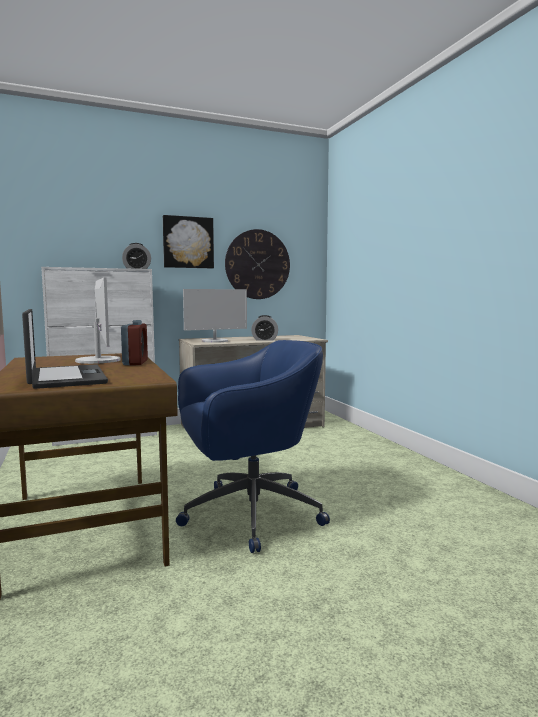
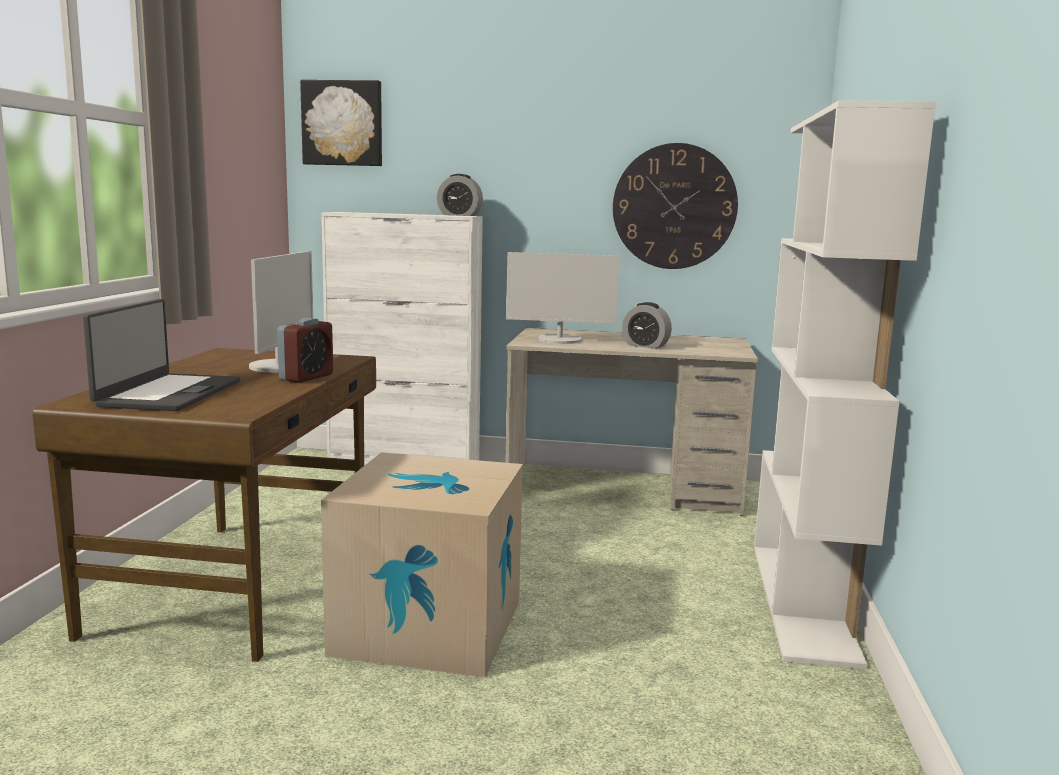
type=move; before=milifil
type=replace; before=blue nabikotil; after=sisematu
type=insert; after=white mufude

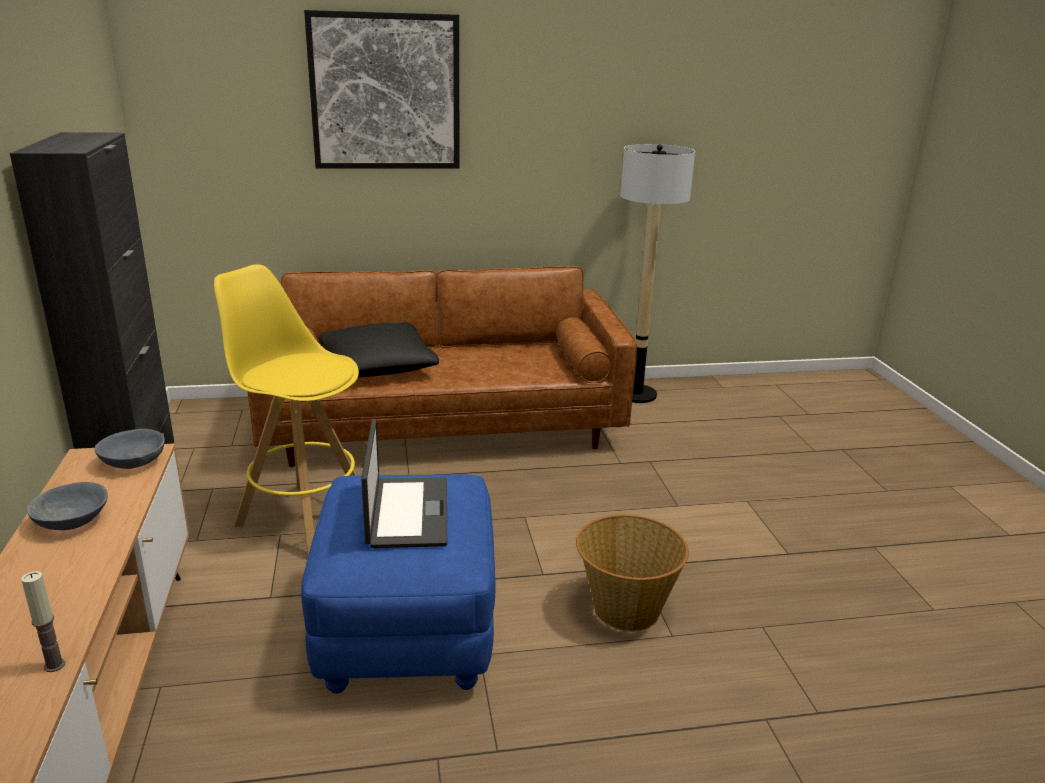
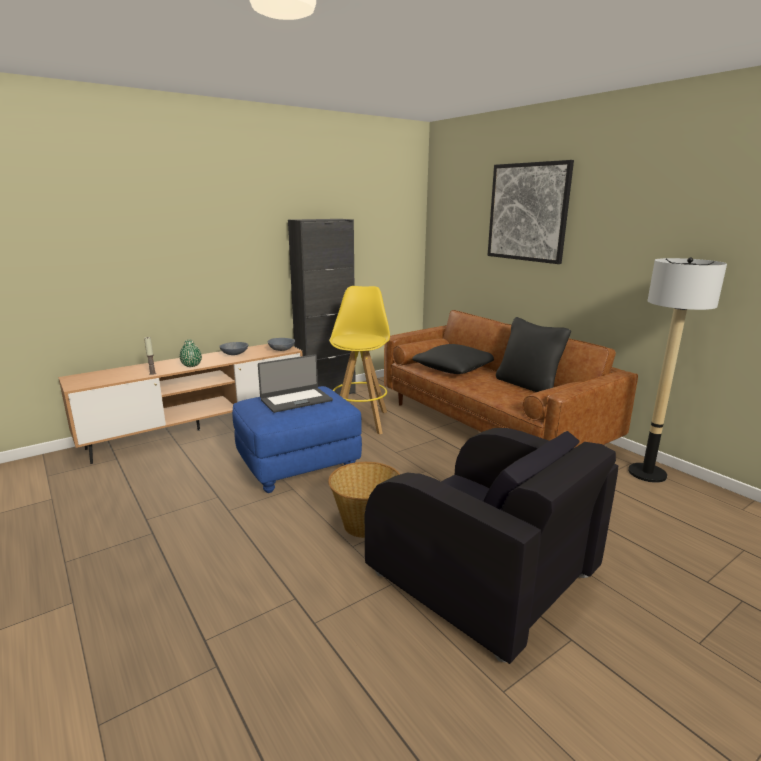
type=insert; after=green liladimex
type=insert; after=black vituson
type=insert; after=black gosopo (2nd from left)

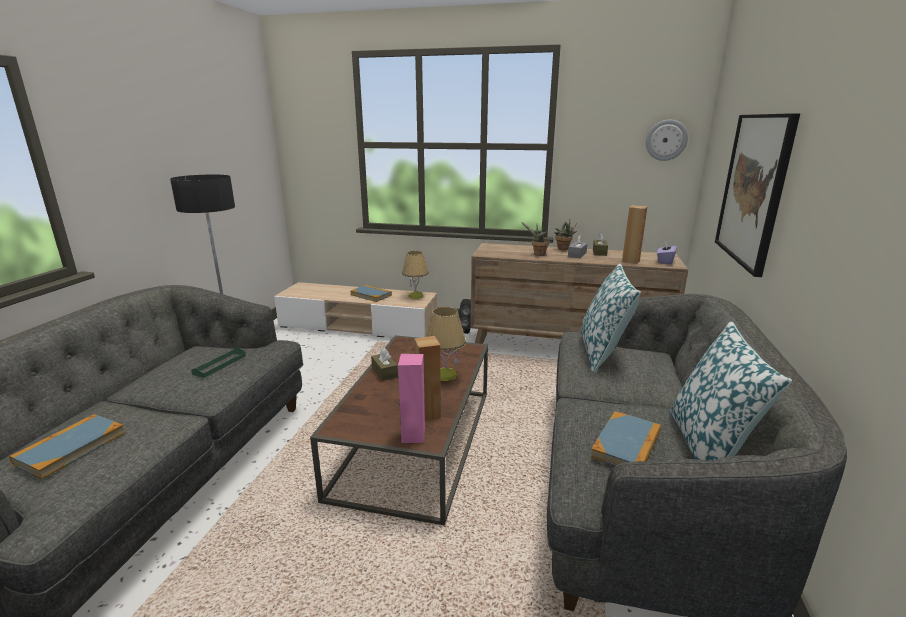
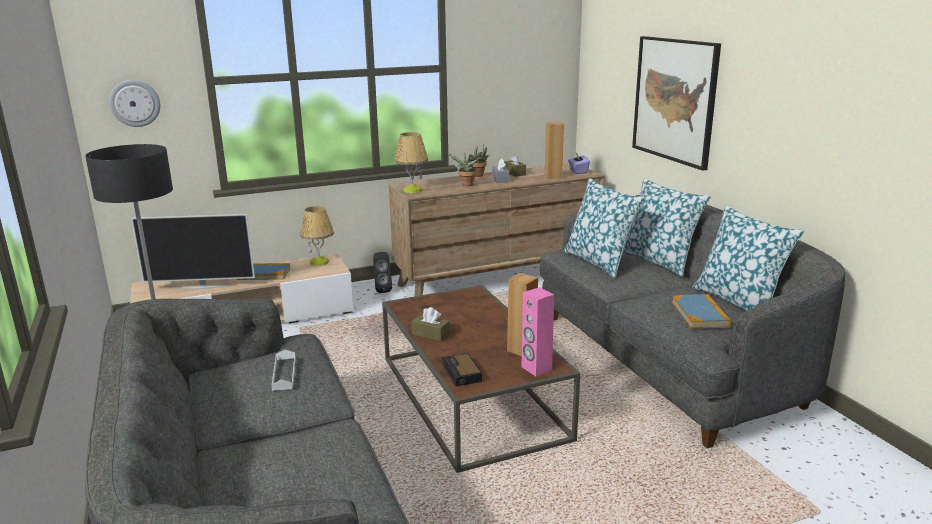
type=delete; before=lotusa (1st from left)
type=recolor; before=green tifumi; after=white tifumi
type=move; before=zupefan (2nd from left)
type=move; before=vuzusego
type=insert; after=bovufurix
type=insert; after=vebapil
type=insert; after=gosopo (2nd from left)

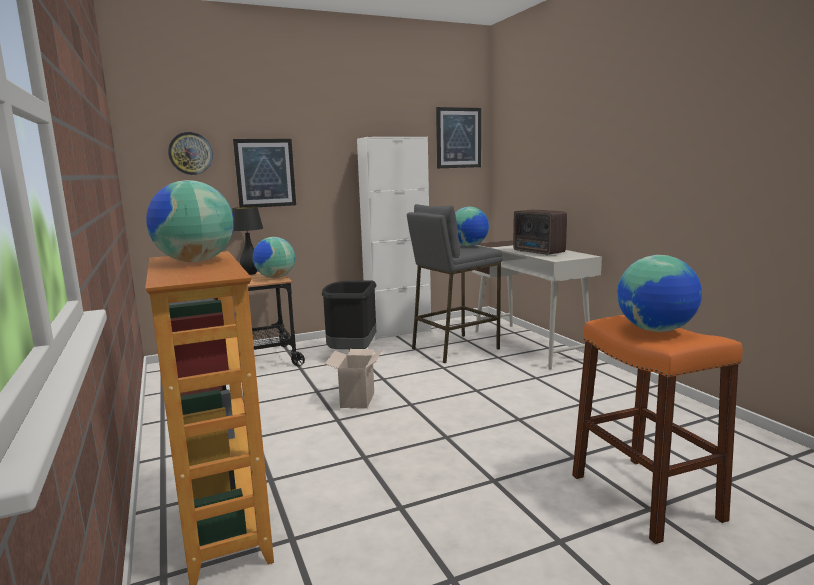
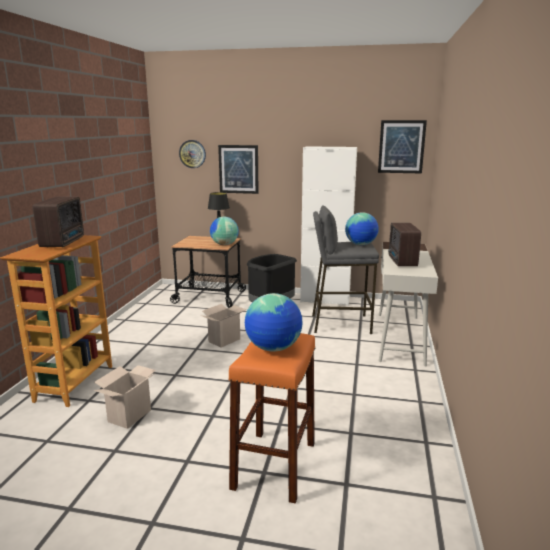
type=replace; before=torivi (1st from left); after=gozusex (1st from left)
type=insert; after=sisematu (1st from left)

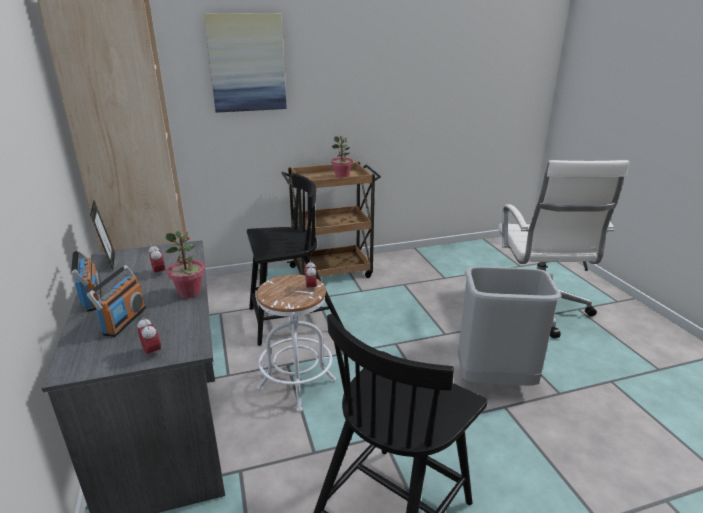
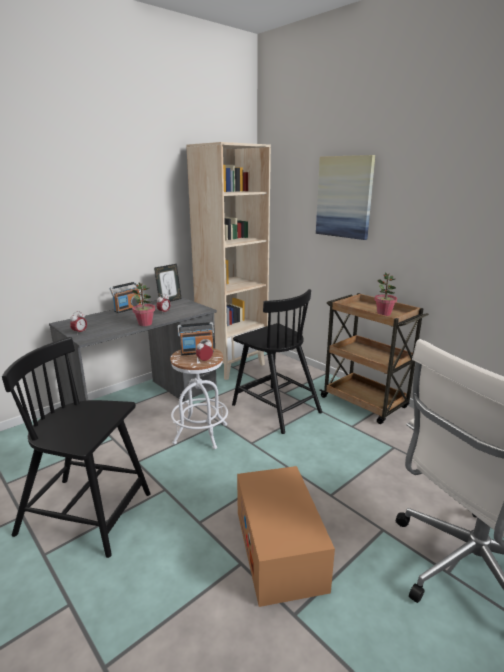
type=move; before=gozusex (2nd from left)
type=replace; before=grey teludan; after=sisematu

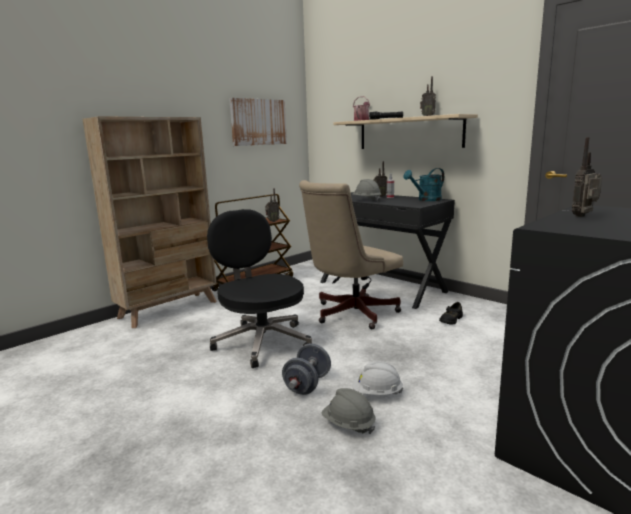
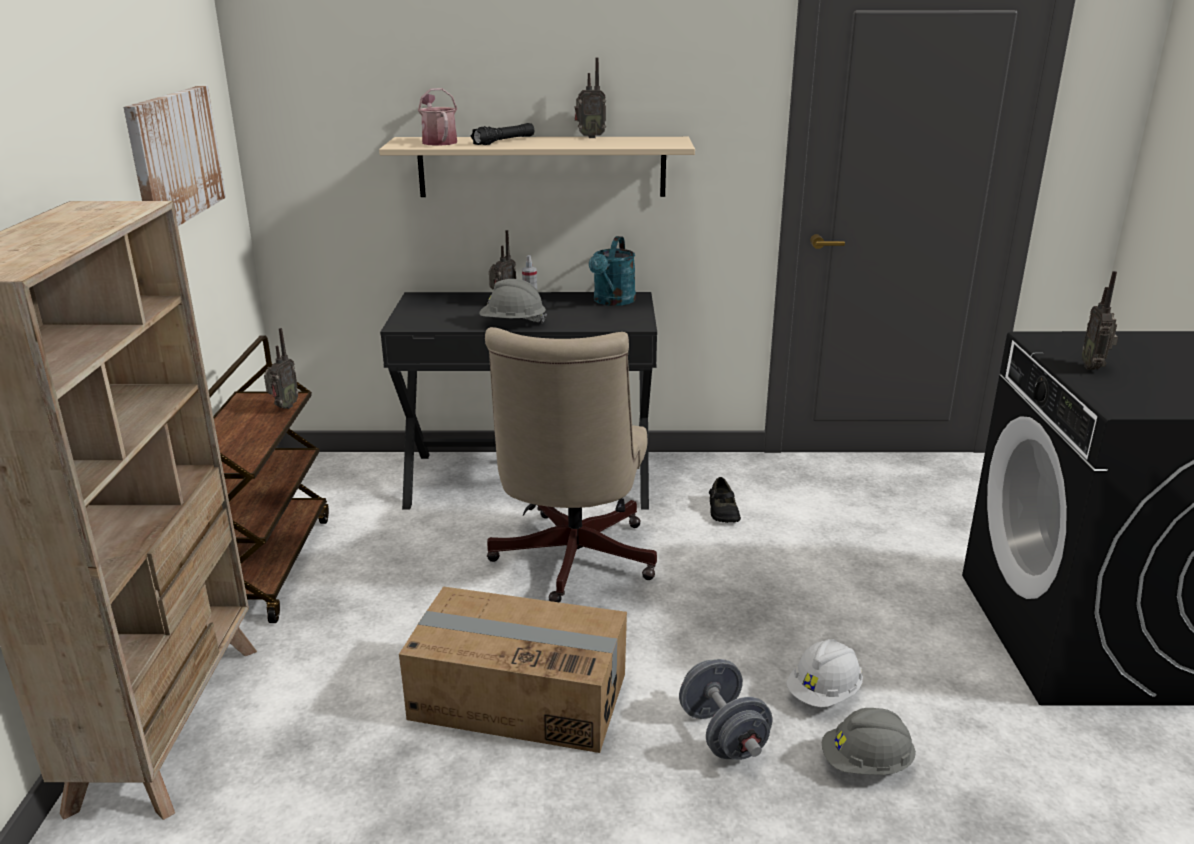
type=replace; before=black nabikotil; after=sisematu

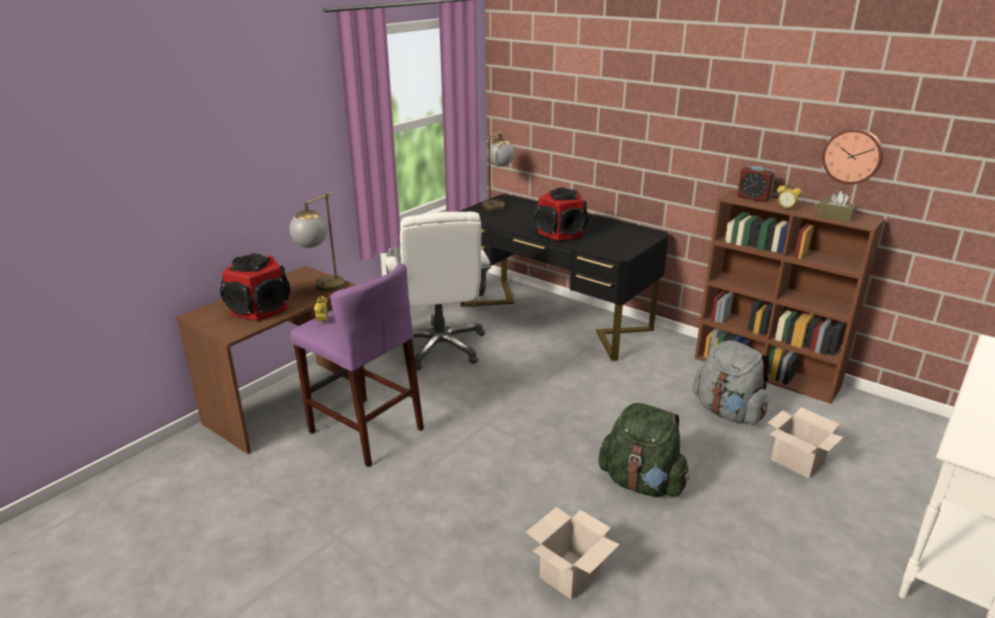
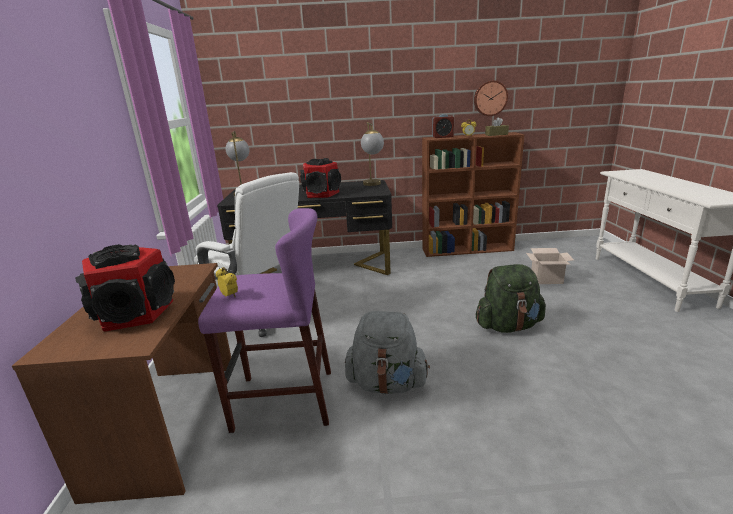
type=move; before=zupefan (1st from left in the first image); after=zupefan (2nd from left)
type=delete; before=sisematu (1st from left)
type=move; before=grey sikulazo

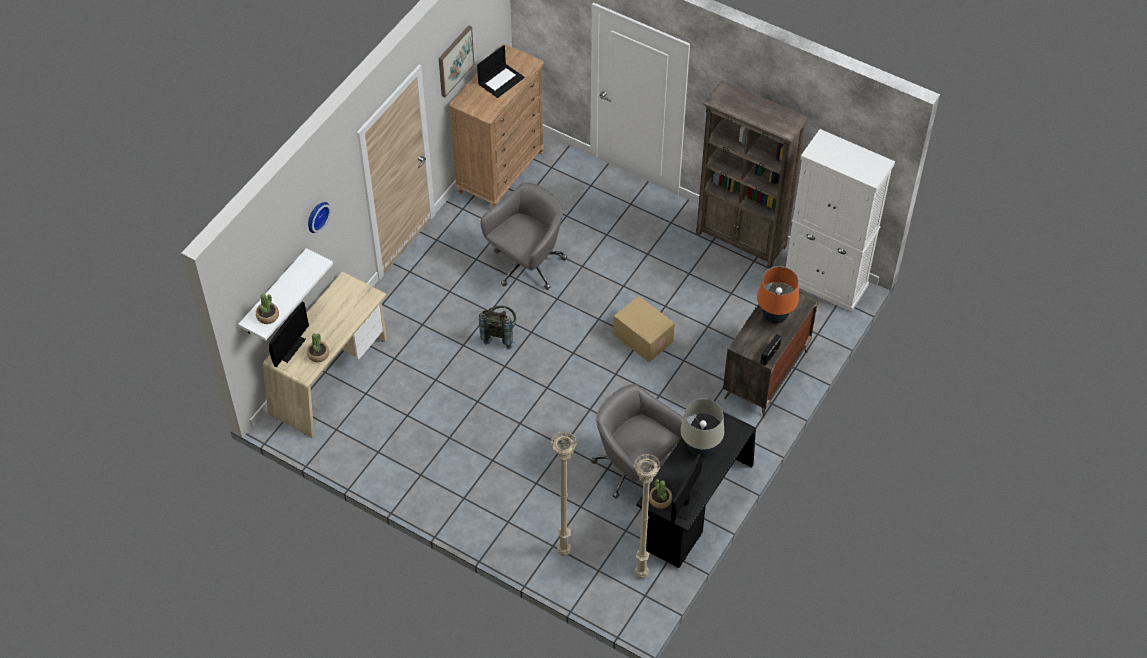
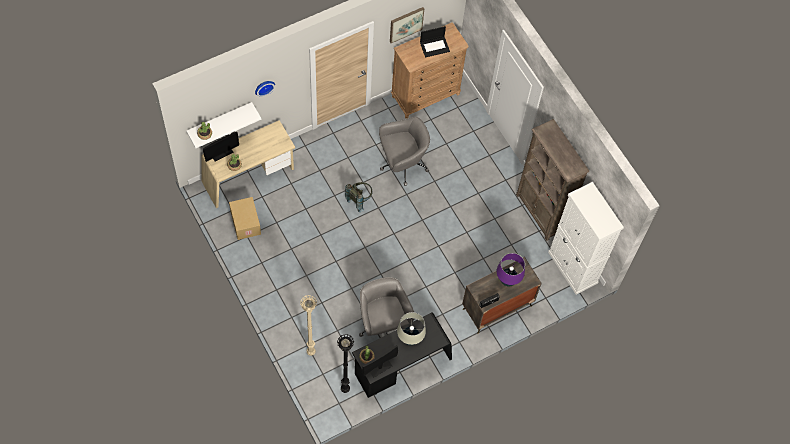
type=move; before=sisematu
type=recolor; before=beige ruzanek (2nd from left); after=black ruzanek
type=recolor; before=orange zupefan; after=purple zupefan

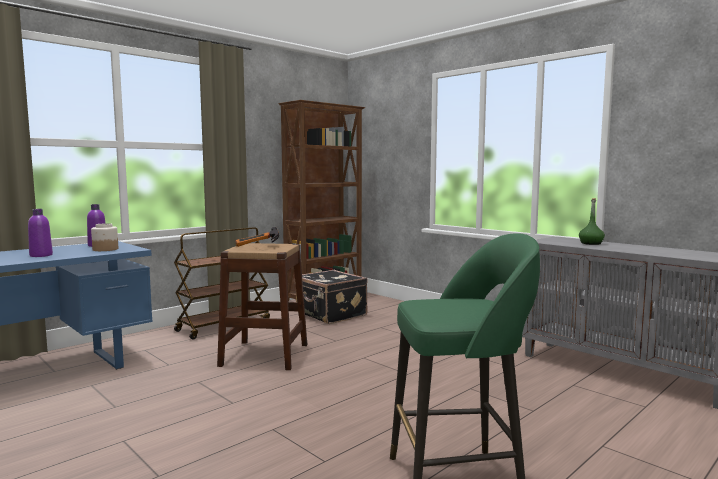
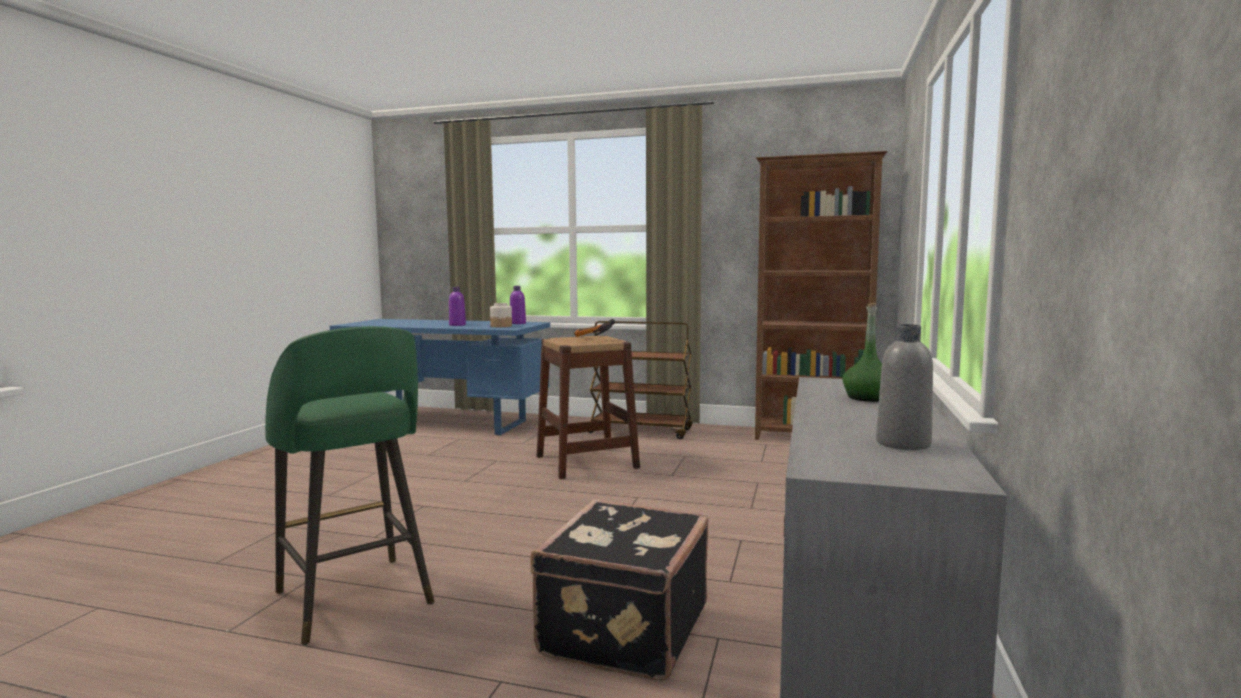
type=move; before=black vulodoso
type=insert; after=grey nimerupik

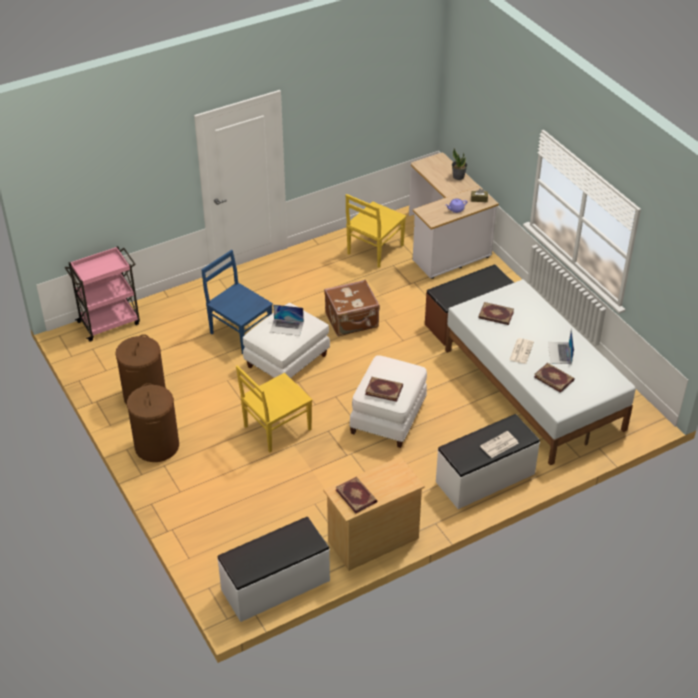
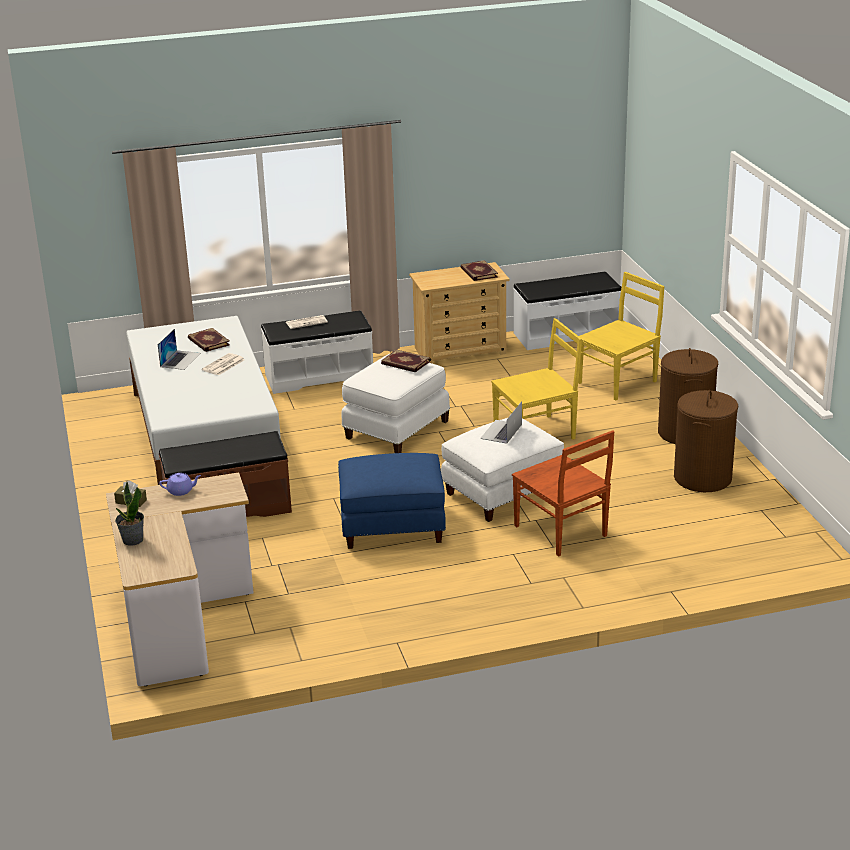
type=delete; before=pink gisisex
type=recolor; before=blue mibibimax; after=brown mibibimax
type=rotate; before=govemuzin (1st from left in the first image); turn=-90
type=replace; before=brown vulodoso; after=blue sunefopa
type=move; before=yellow mibibimax (2nd from left)
type=delete; before=lotusa (3rd from left)

